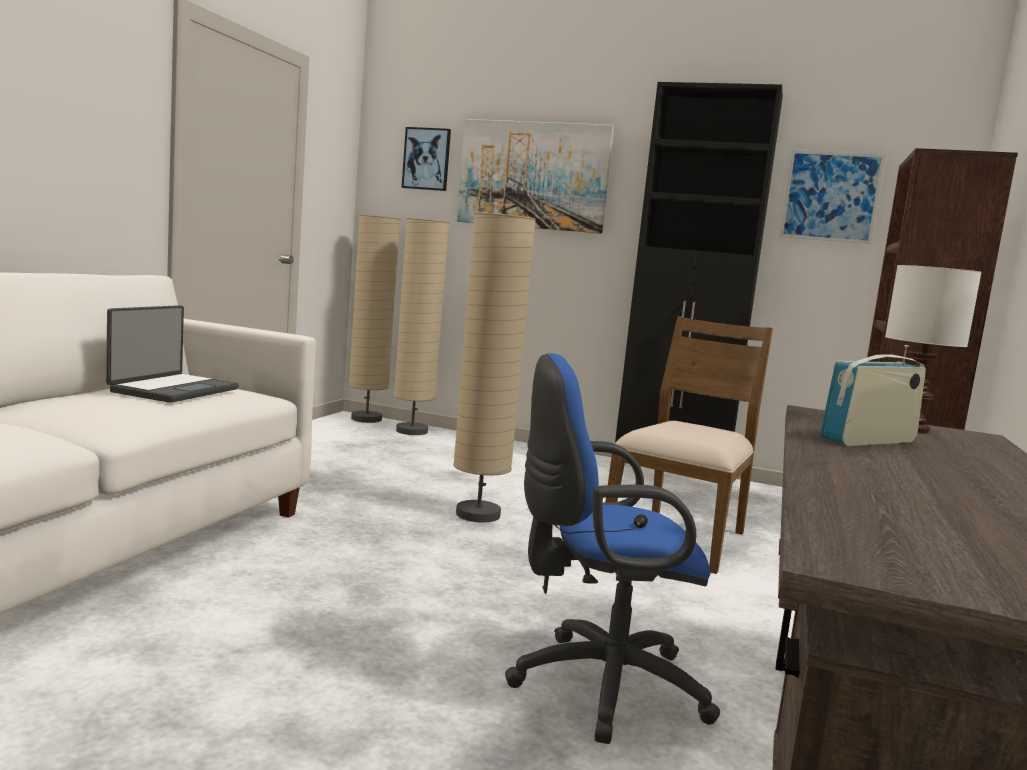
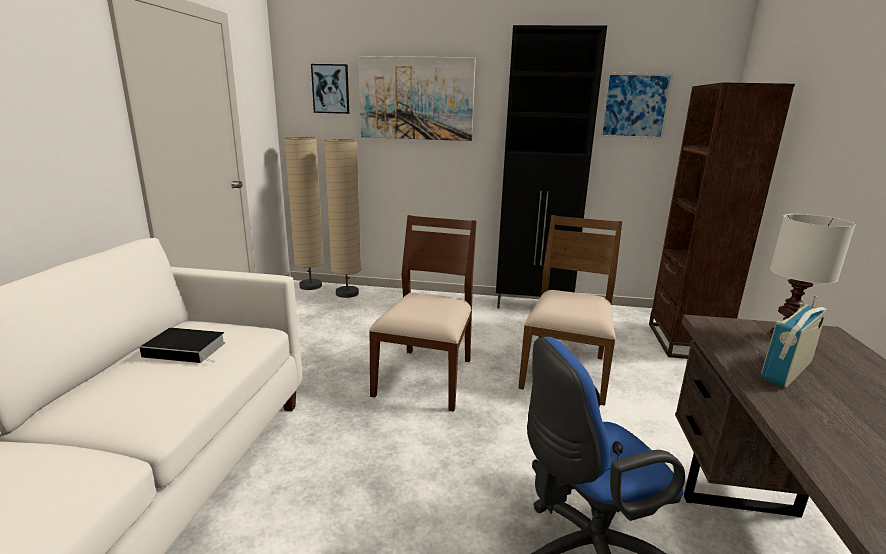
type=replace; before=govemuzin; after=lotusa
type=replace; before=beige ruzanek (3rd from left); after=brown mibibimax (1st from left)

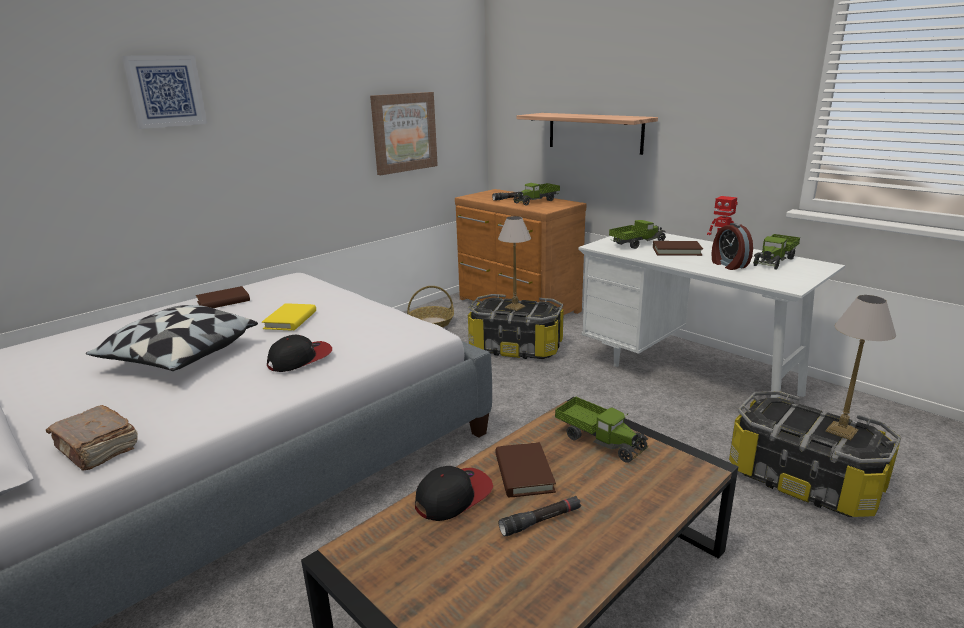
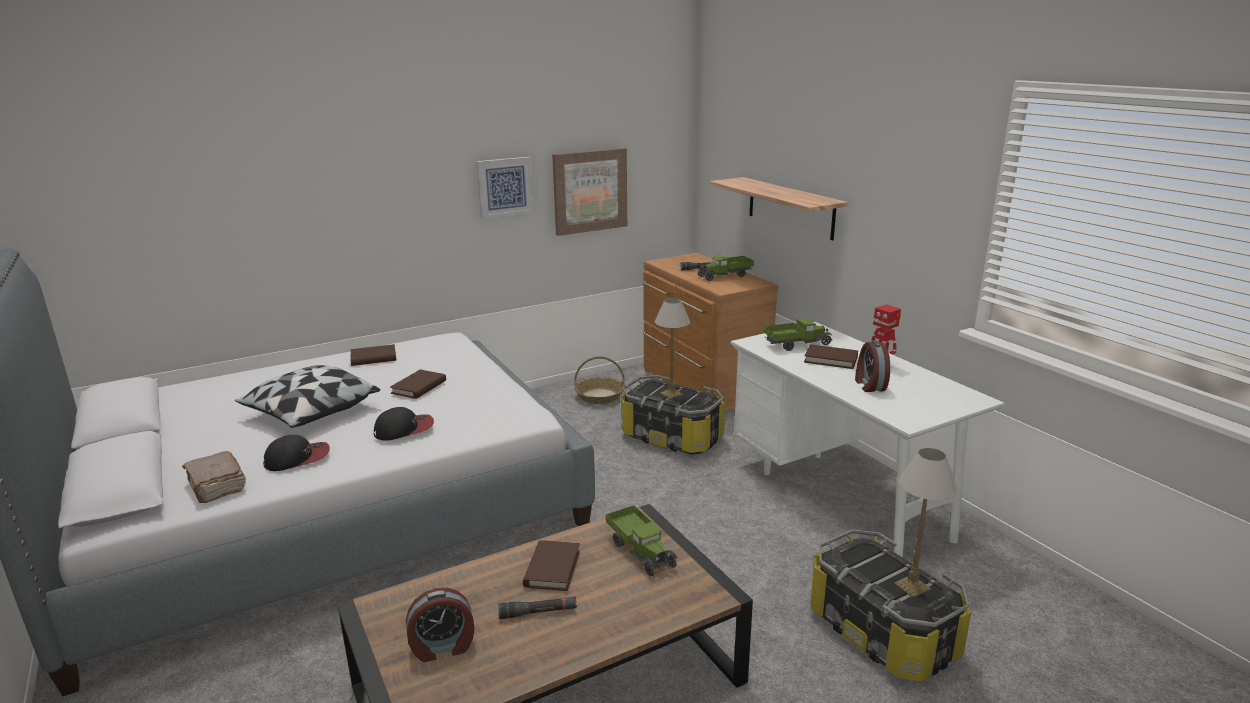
type=move; before=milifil (1st from left)
type=recolor; before=yellow lotusa; after=brown lotusa (3rd from left)
type=move; before=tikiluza (2nd from left in the first image); after=tikiluza (1st from left)
type=delete; before=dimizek (4th from left)
type=insert; after=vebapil (1st from left)

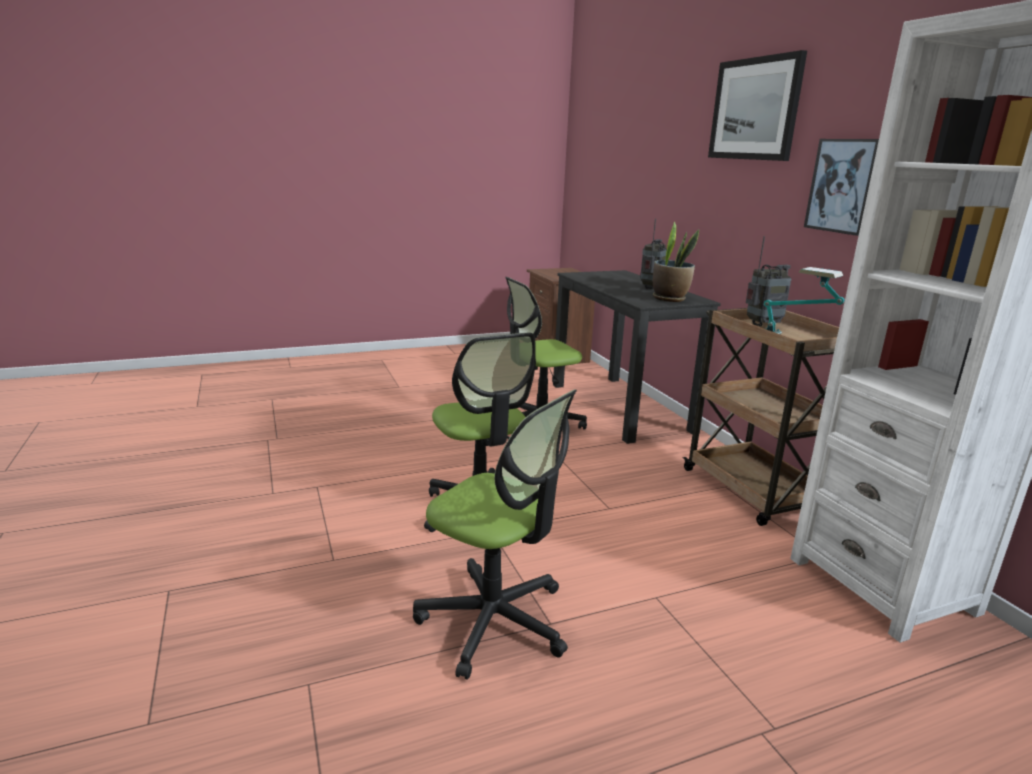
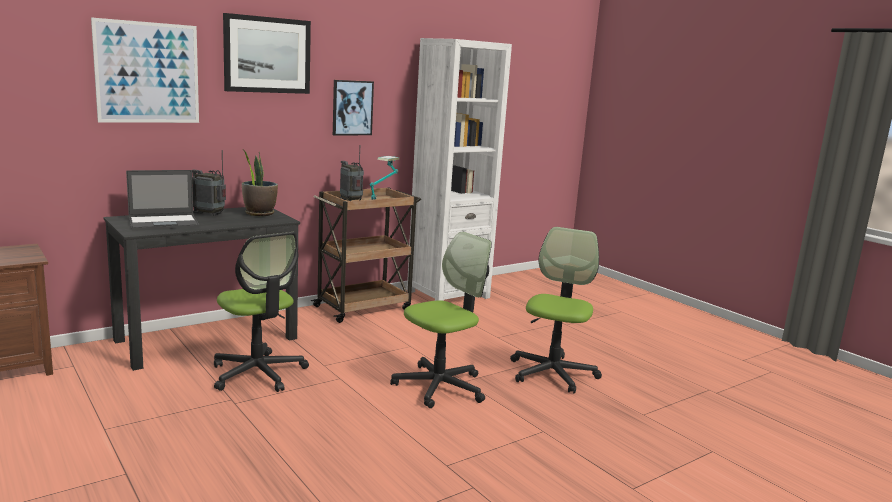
type=insert; after=milifil (1st from left)
type=insert; after=govemuzin

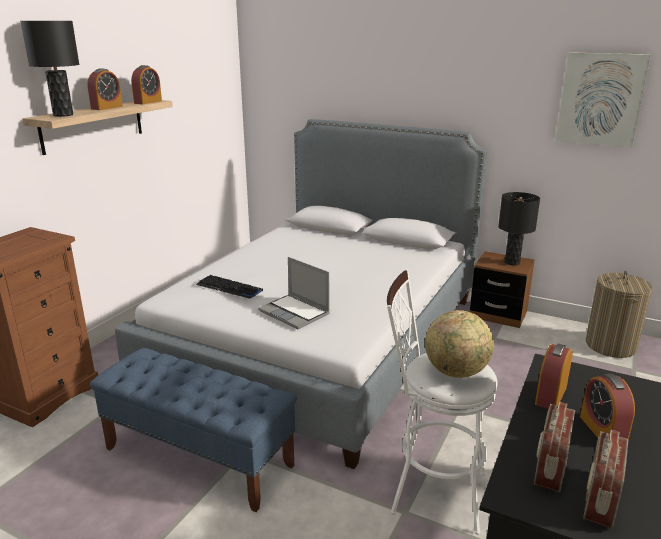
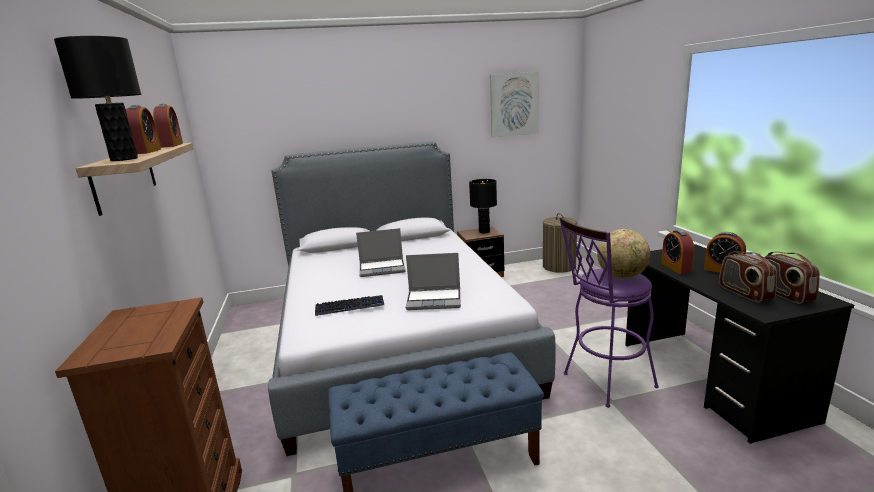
type=recolor; before=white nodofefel; after=purple nodofefel
type=insert; after=govemuzin (1st from left)

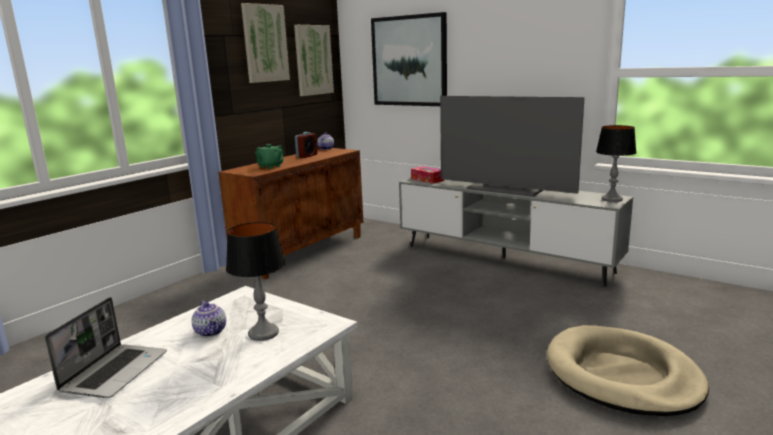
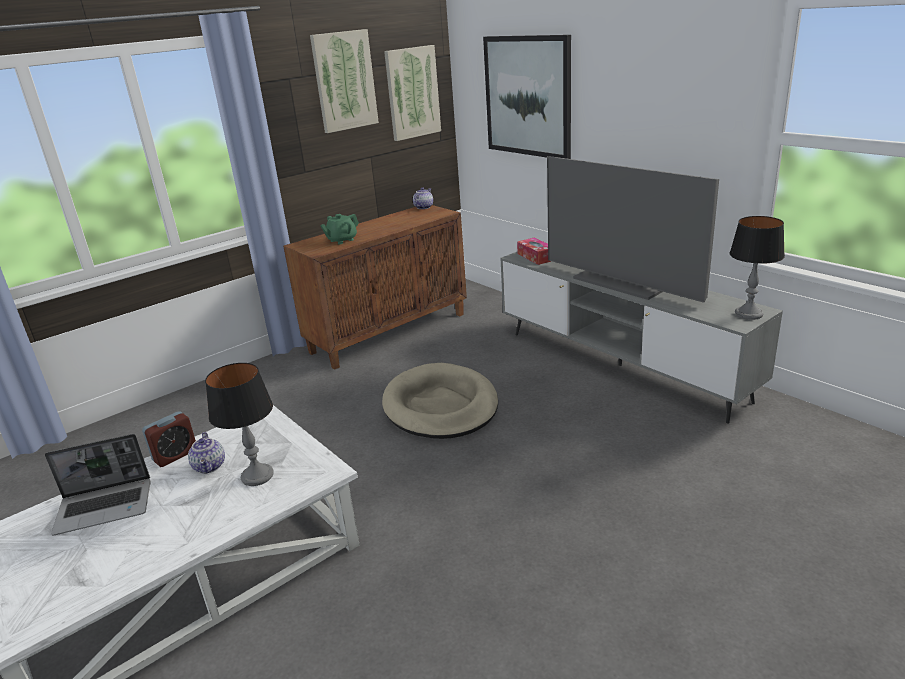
type=rotate; before=govemuzin; turn=45
type=move; before=vebapil
type=move; before=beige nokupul

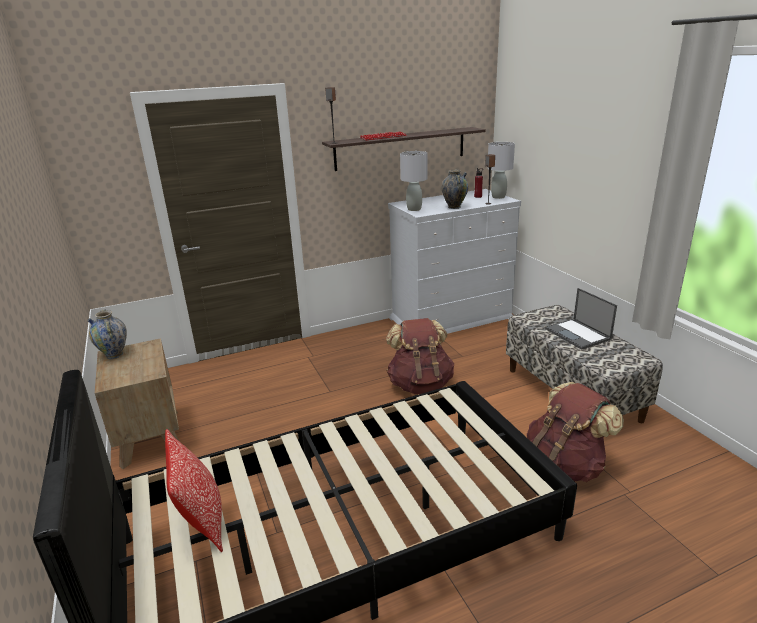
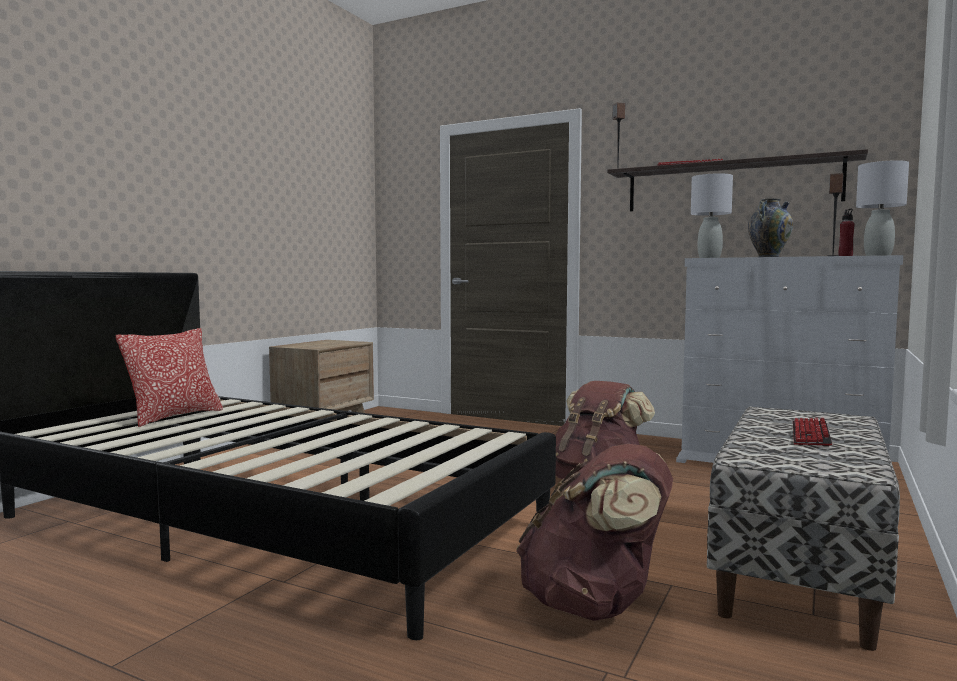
type=delete; before=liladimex (1st from left)
type=replace; before=govemuzin; after=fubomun (2nd from left)

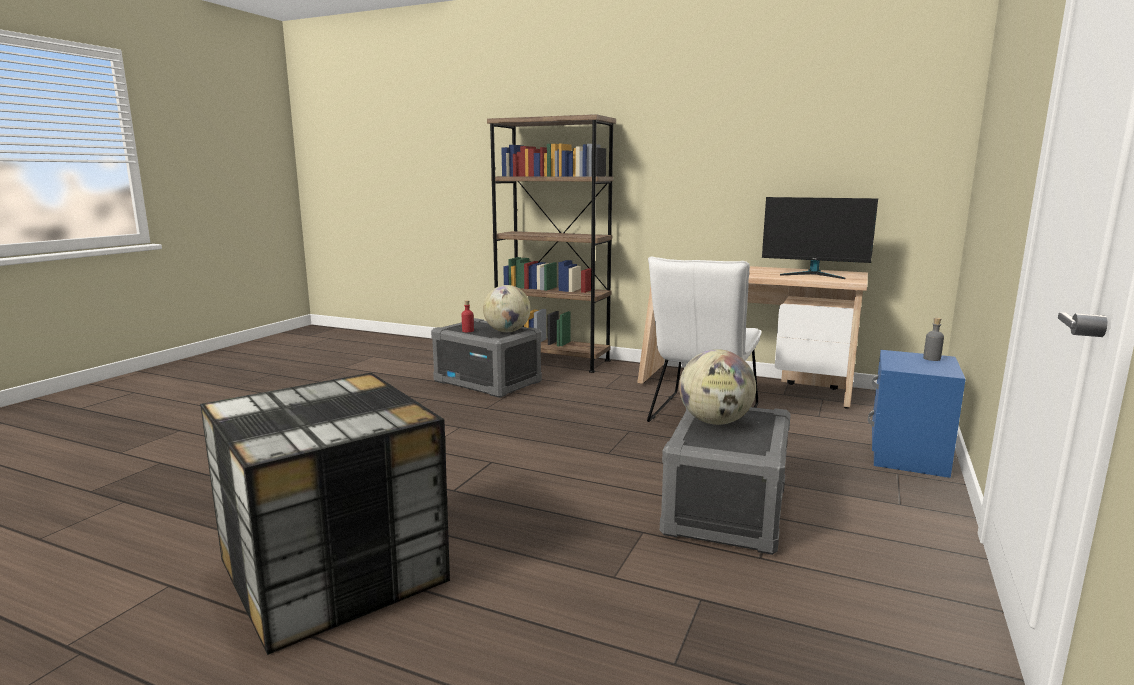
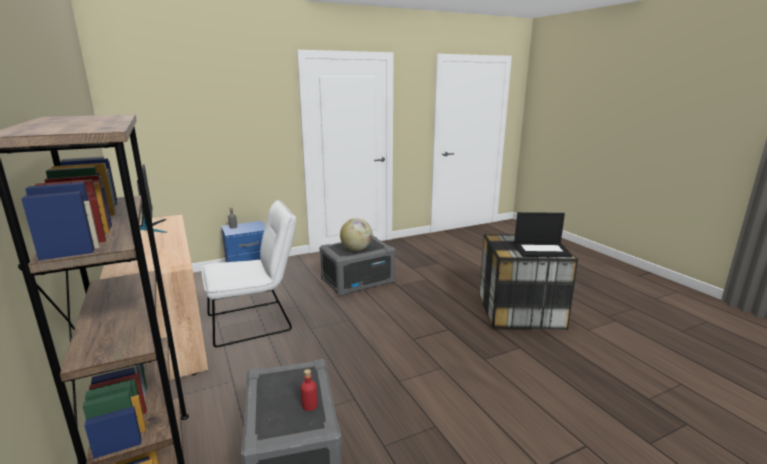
type=delete; before=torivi (1st from left)
type=insert; after=govemuzin

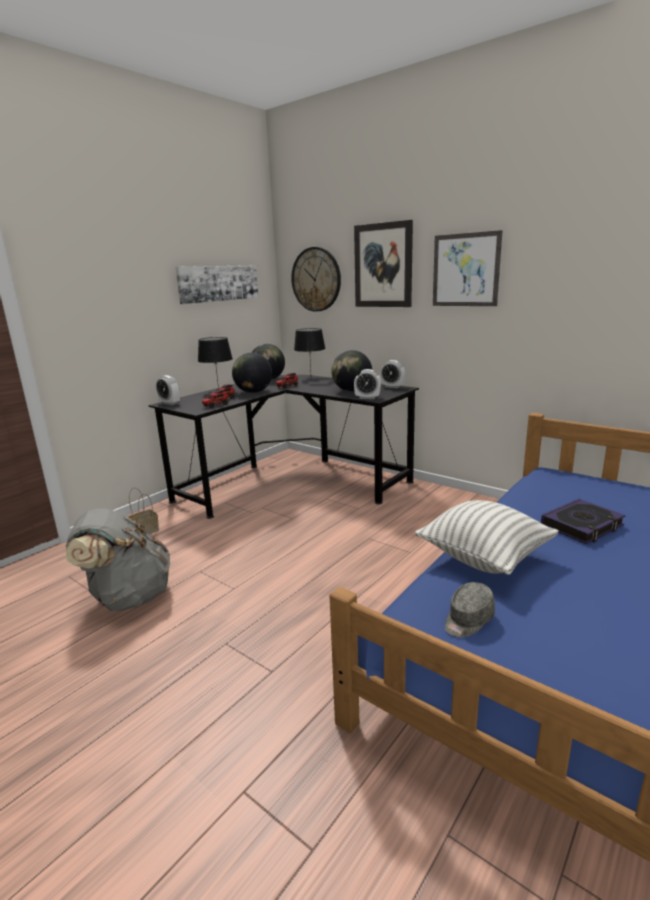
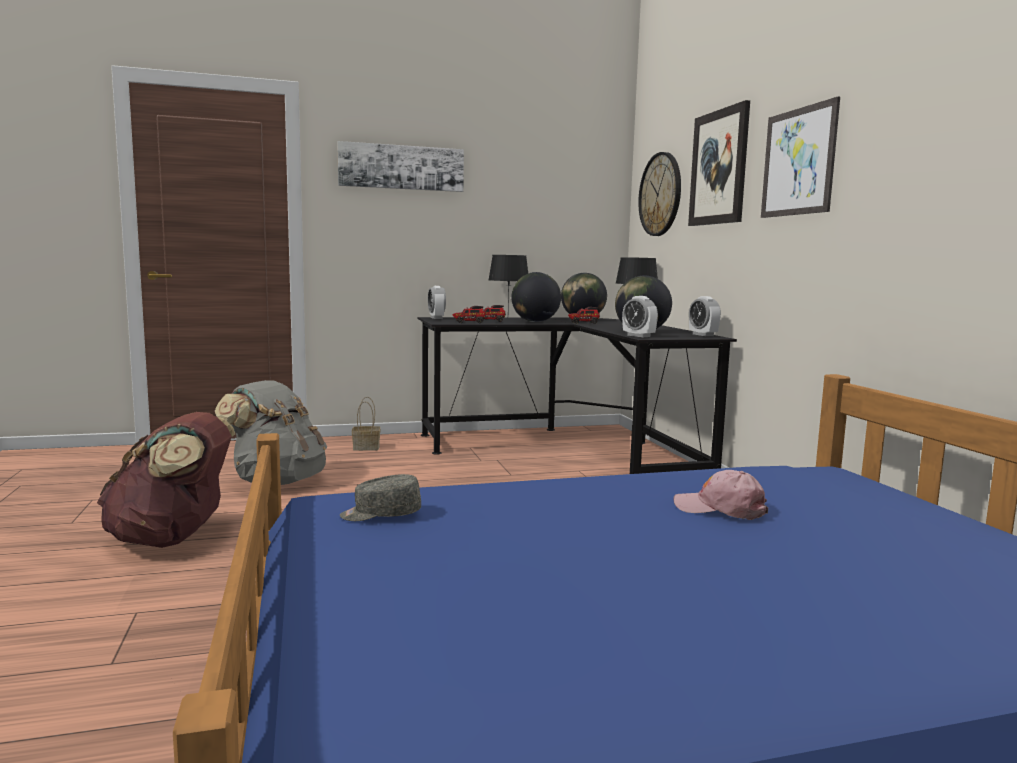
type=move; before=milifil (1st from left)
type=delete; before=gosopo
type=replace; before=lotusa; after=pink tikiluza
type=insert; after=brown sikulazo

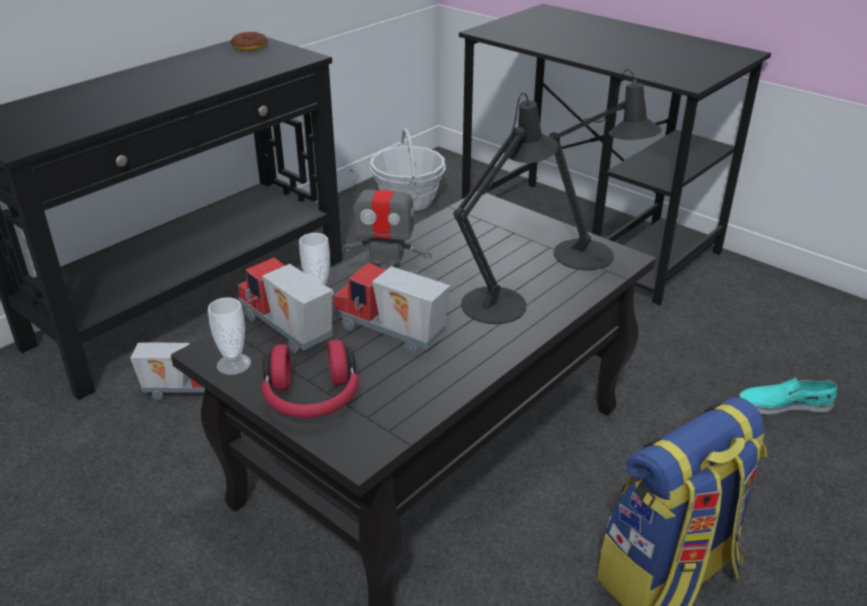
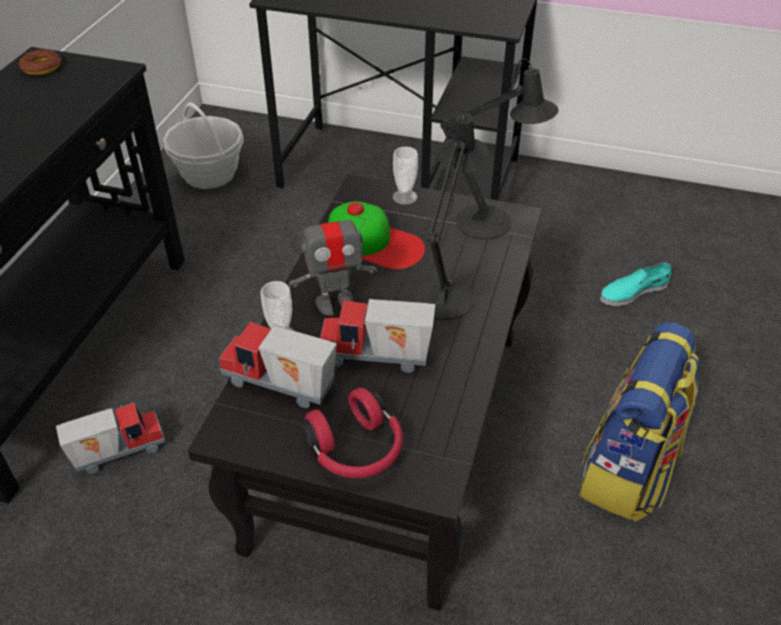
type=move; before=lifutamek (1st from left in the first image); after=lifutamek (2nd from left)
type=insert; after=tikiluza

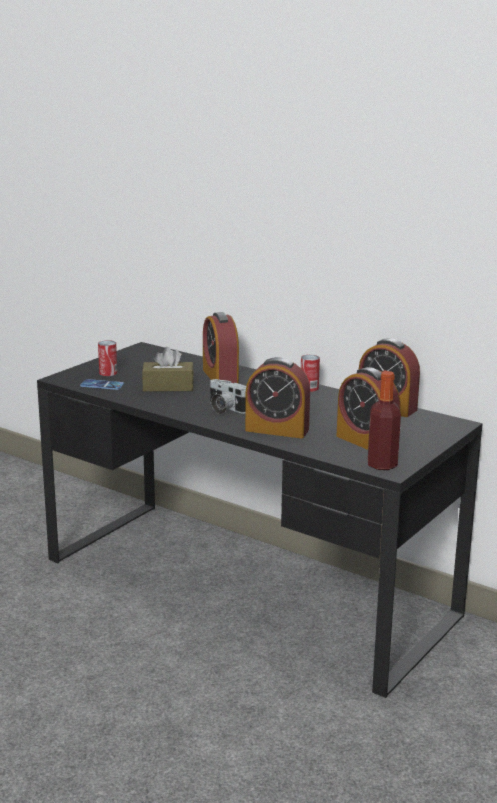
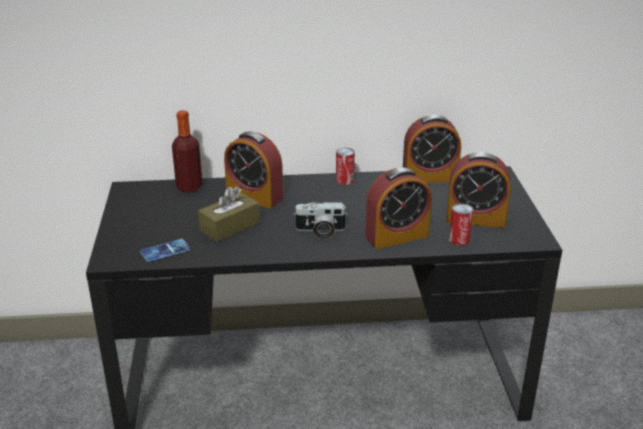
type=move; before=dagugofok (1st from left in the first image); after=dagugofok (2nd from left)
type=move; before=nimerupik

